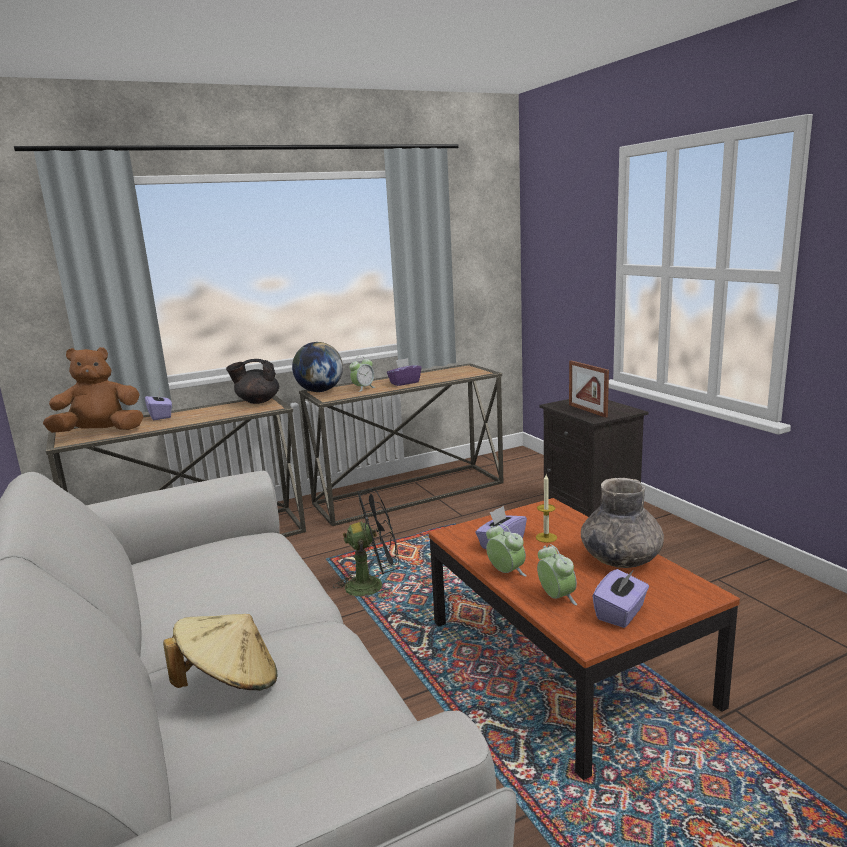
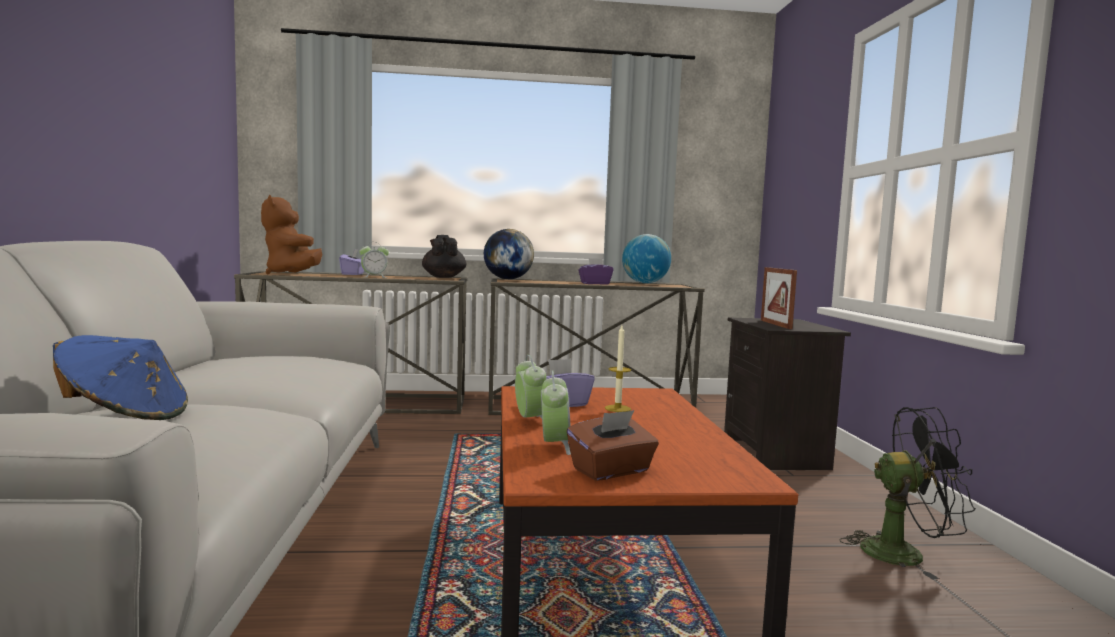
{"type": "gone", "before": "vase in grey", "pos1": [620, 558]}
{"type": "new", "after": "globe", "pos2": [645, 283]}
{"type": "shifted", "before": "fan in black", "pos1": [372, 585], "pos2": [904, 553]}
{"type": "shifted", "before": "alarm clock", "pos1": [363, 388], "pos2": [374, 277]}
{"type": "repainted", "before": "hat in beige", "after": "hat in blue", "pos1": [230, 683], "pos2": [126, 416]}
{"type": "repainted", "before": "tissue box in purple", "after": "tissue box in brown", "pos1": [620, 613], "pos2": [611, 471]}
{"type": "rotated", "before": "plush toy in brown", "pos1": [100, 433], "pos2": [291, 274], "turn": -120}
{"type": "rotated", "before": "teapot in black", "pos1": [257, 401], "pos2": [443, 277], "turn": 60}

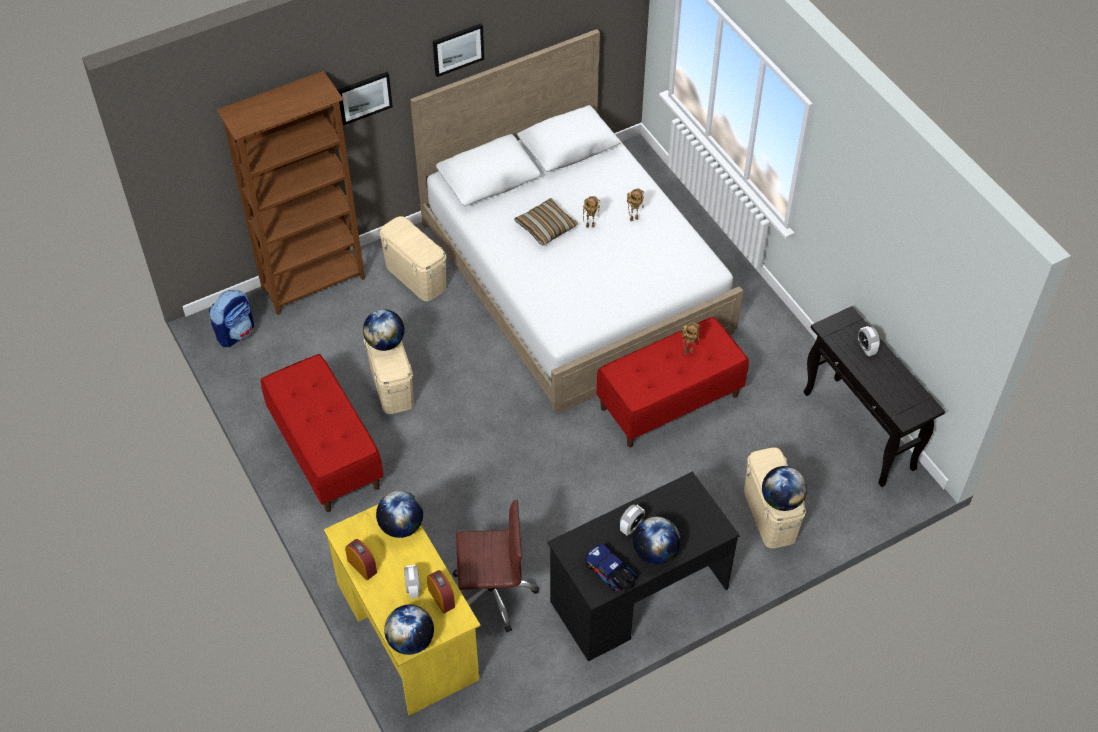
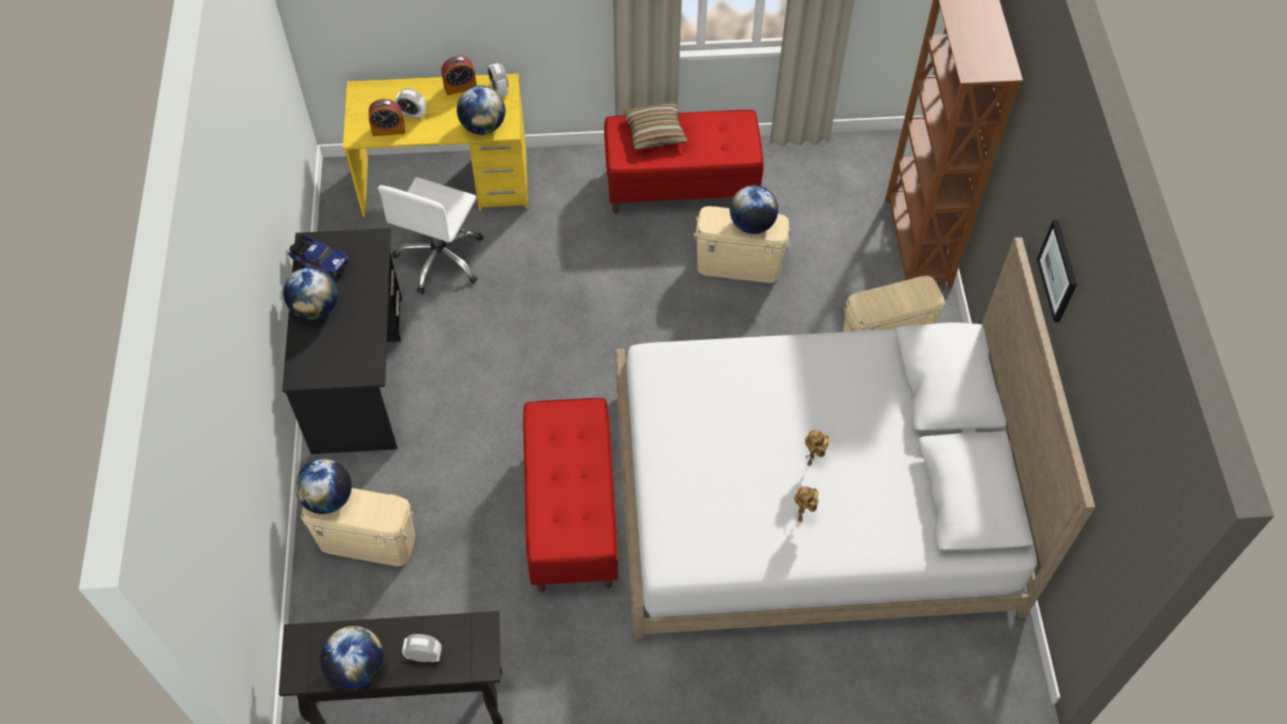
{"type": "gone", "before": "backpack", "pos1": [236, 332]}
{"type": "gone", "before": "picture", "pos1": [364, 97]}
{"type": "gone", "before": "toy robot", "pos1": [689, 351]}
{"type": "shifted", "before": "globe", "pos1": [411, 641], "pos2": [357, 668]}
{"type": "shifted", "before": "pillow", "pos1": [546, 227], "pos2": [655, 132]}
{"type": "shifted", "before": "alarm clock", "pos1": [631, 527], "pos2": [499, 89]}
{"type": "repainted", "before": "office chair in brown", "after": "office chair in white", "pos1": [492, 593], "pos2": [441, 258]}
{"type": "rotated", "before": "toy truck", "pos1": [610, 574], "pos2": [319, 262], "turn": 45}

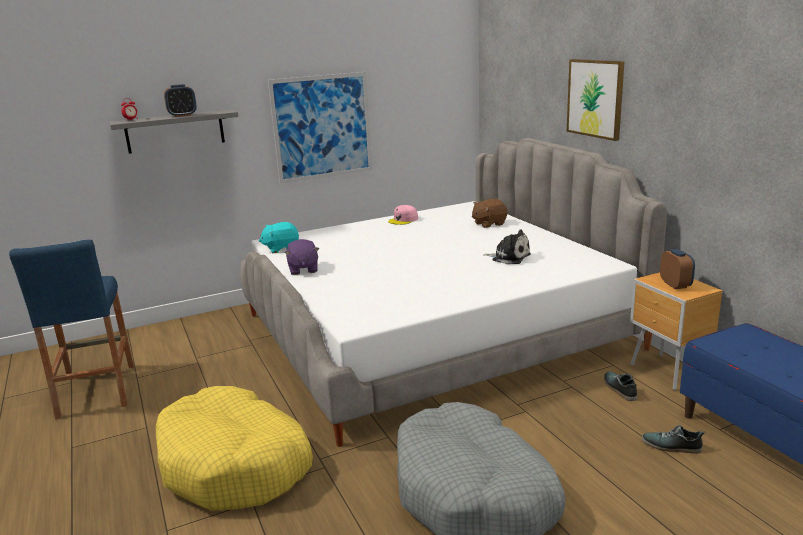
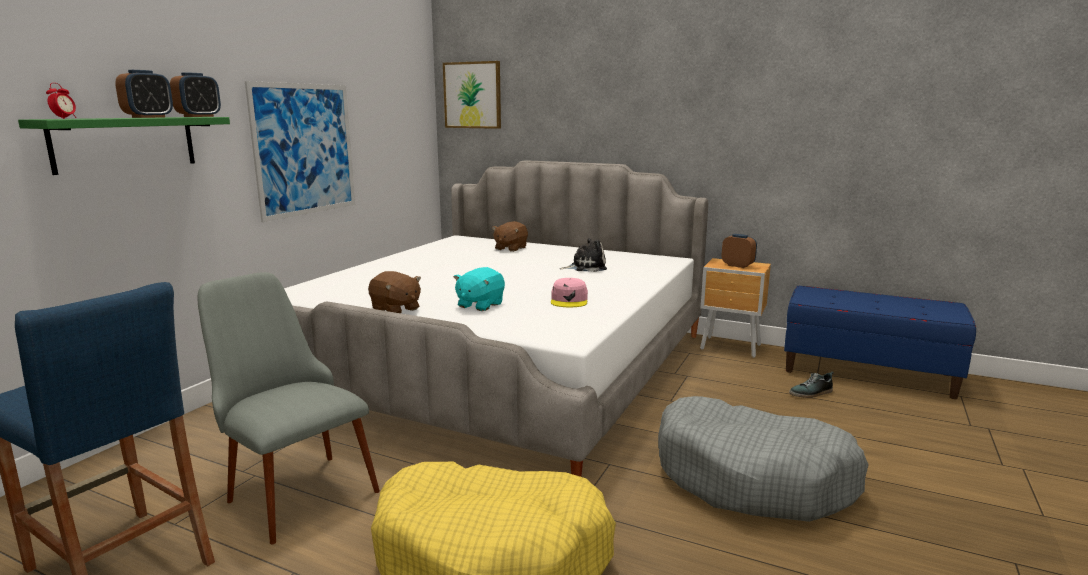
{"type": "gone", "before": "shoe", "pos1": [619, 388]}
{"type": "new", "after": "alarm clock", "pos2": [199, 116]}
{"type": "new", "after": "chair in grey", "pos2": [292, 487]}
{"type": "shifted", "before": "plush toy in turquoise", "pos1": [281, 248], "pos2": [479, 305]}
{"type": "shifted", "before": "cap in pink", "pos1": [403, 220], "pos2": [569, 300]}
{"type": "shifted", "before": "picture", "pos1": [595, 98], "pos2": [472, 95]}
{"type": "repainted", "before": "shelf in grey", "after": "shelf in green", "pos1": [175, 131], "pos2": [125, 143]}
{"type": "repainted", "before": "plush toy in purple", "after": "plush toy in brown", "pos1": [303, 269], "pos2": [395, 309]}

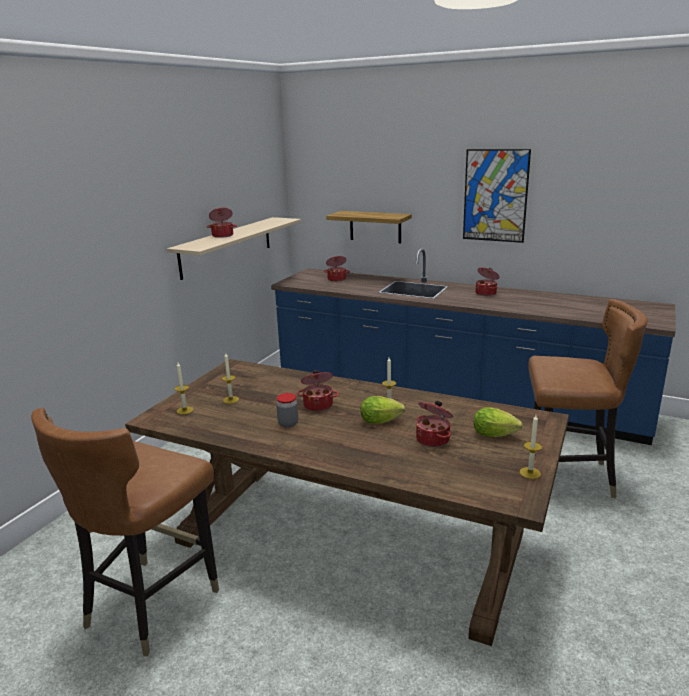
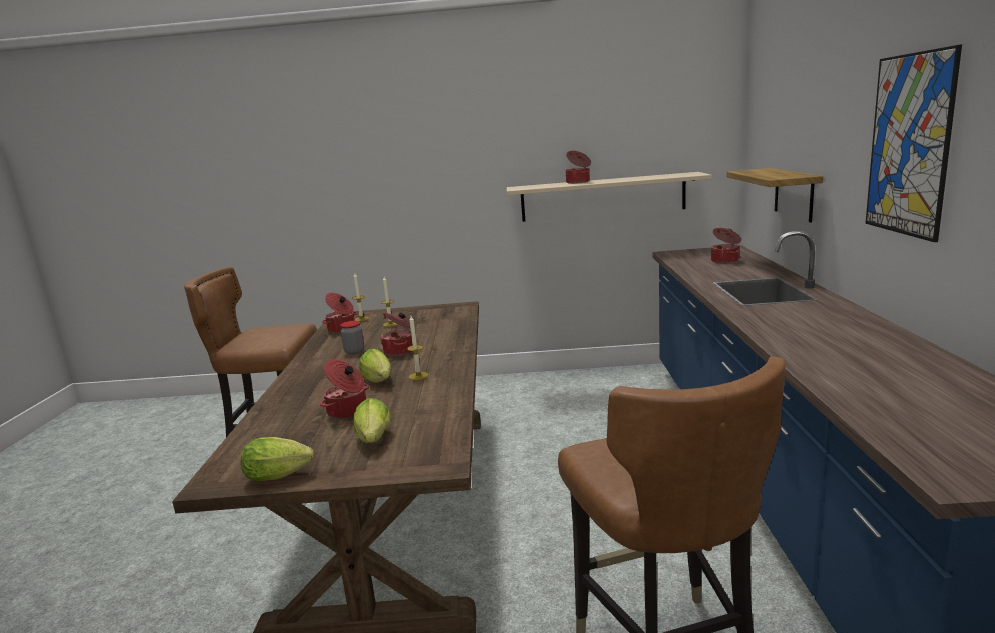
{"type": "shifted", "before": "cooking pot", "pos1": [486, 293], "pos2": [342, 329]}
{"type": "swapped", "before": "candle", "after": "lettuce", "pos1": [530, 473], "pos2": [282, 476]}

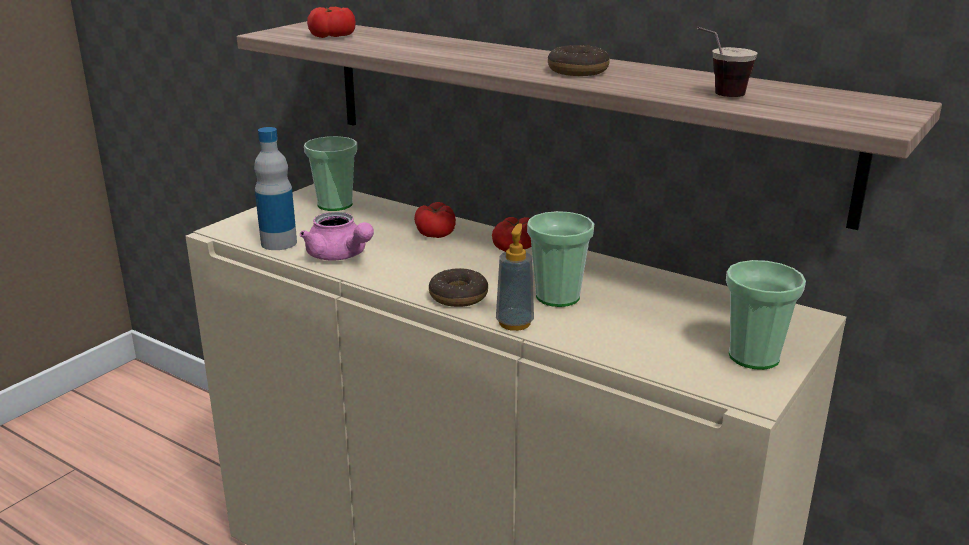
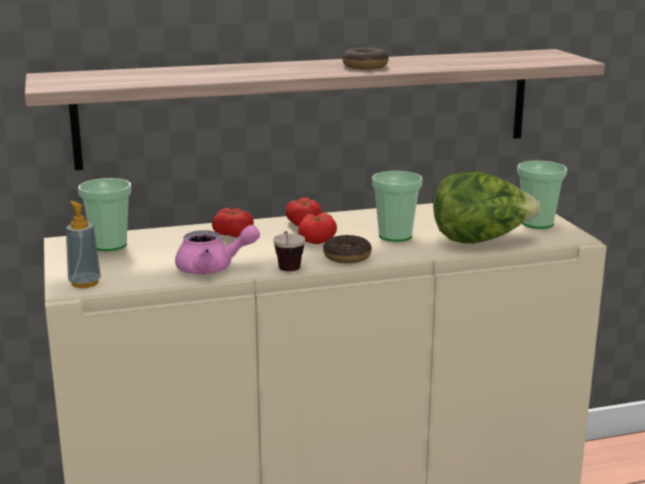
{"type": "gone", "before": "bottle", "pos1": [279, 243]}
{"type": "new", "after": "lettuce", "pos2": [480, 240]}
{"type": "shifted", "before": "tomato", "pos1": [332, 36], "pos2": [317, 240]}
{"type": "shifted", "before": "soap dispenser", "pos1": [514, 323], "pos2": [84, 283]}
{"type": "shifted", "before": "cup", "pos1": [717, 97], "pos2": [288, 273]}

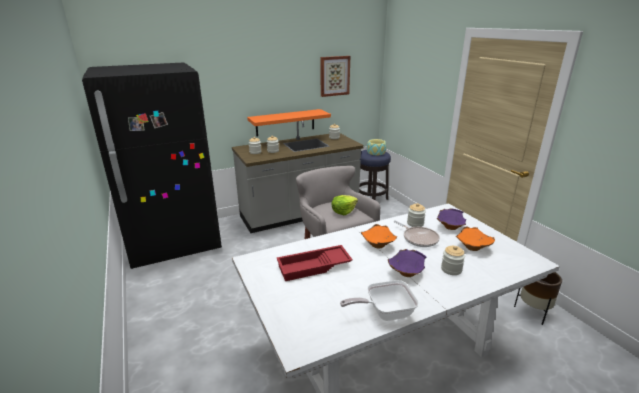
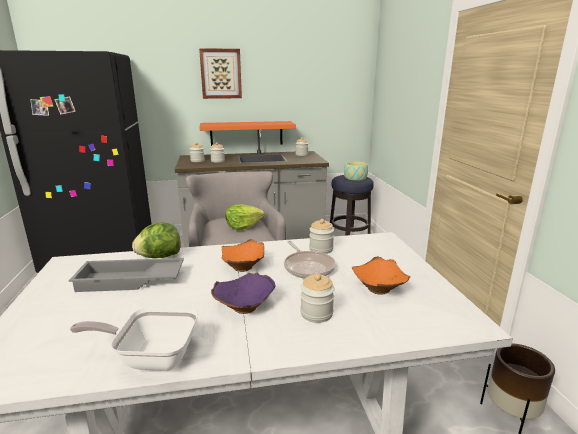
{"type": "gone", "before": "bowl in purple", "pos1": [449, 227]}
{"type": "new", "after": "lettuce", "pos2": [159, 257]}
{"type": "shifted", "before": "picture", "pos1": [334, 76], "pos2": [221, 74]}
{"type": "repainted", "before": "tray in red", "after": "tray in grey", "pos1": [314, 267], "pos2": [129, 281]}

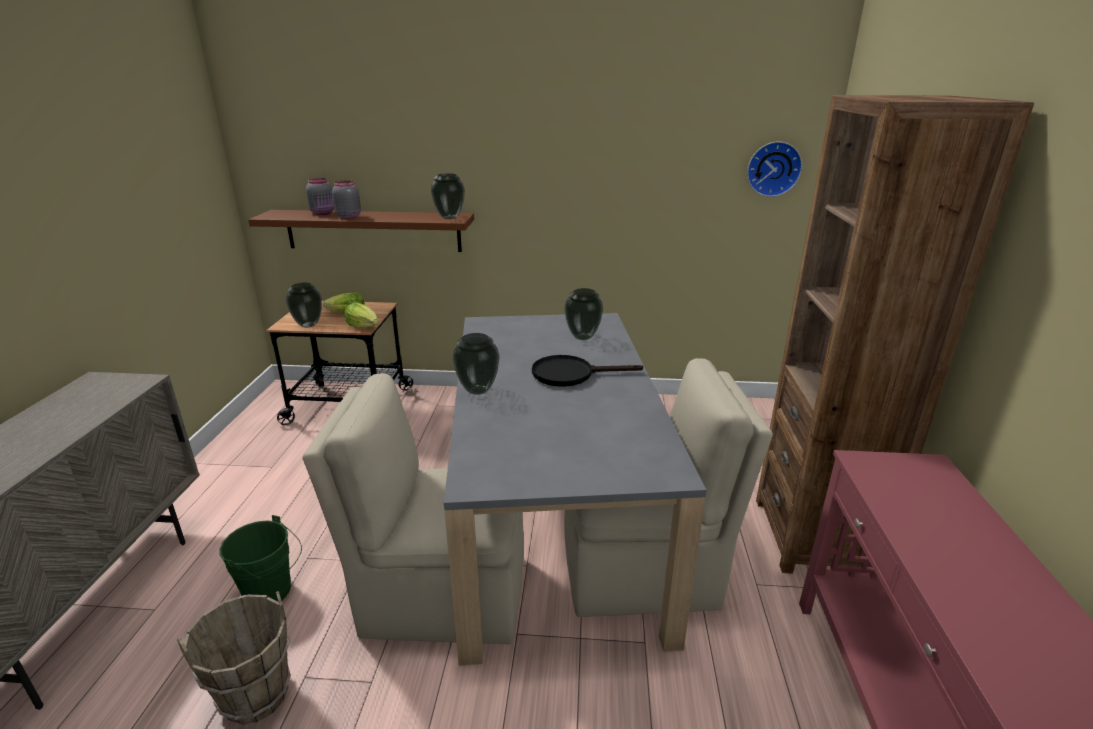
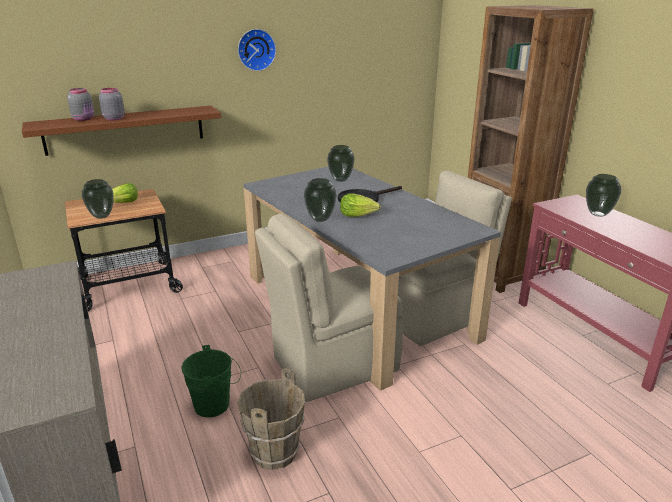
{"type": "shifted", "before": "lettuce", "pos1": [364, 327], "pos2": [358, 215]}
{"type": "shifted", "before": "vase", "pos1": [449, 218], "pos2": [598, 214]}
{"type": "shifted", "before": "wall clock", "pos1": [773, 169], "pos2": [256, 49]}

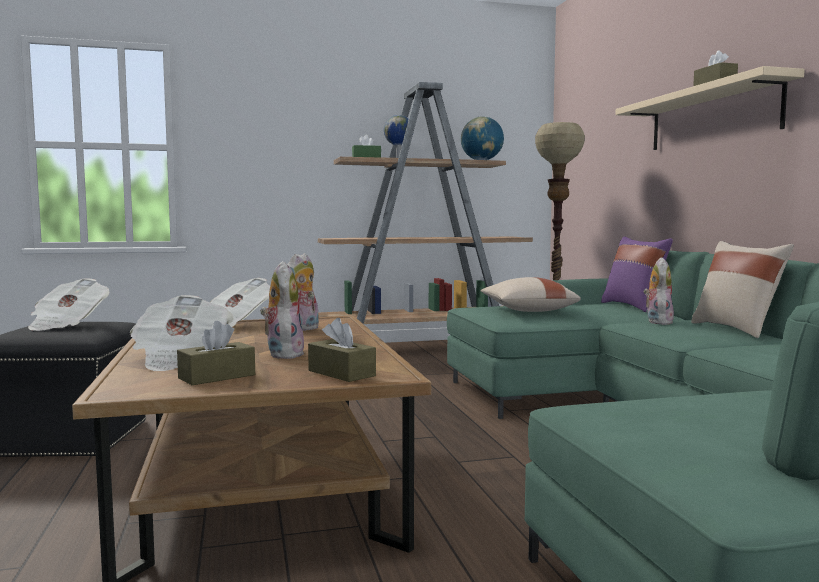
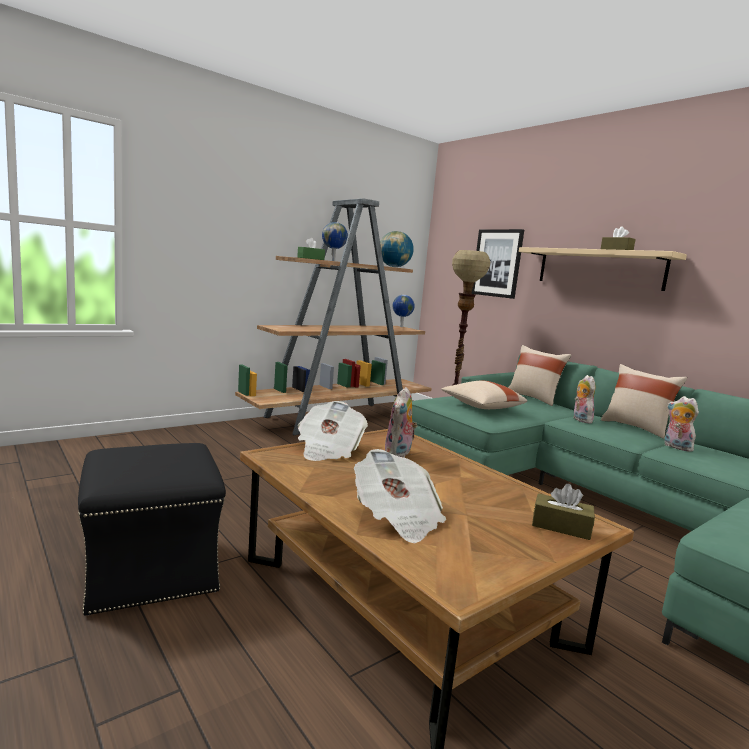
{"type": "gone", "before": "newspaper", "pos1": [67, 324]}
{"type": "gone", "before": "tissue box in brown", "pos1": [217, 377]}
{"type": "new", "after": "globe", "pos2": [400, 327]}
{"type": "new", "after": "picture", "pos2": [497, 263]}
{"type": "shifted", "before": "plush toy", "pos1": [282, 354], "pos2": [676, 447]}
{"type": "repainted", "before": "pillow in purple", "after": "pillow in beige", "pos1": [634, 306], "pos2": [533, 398]}

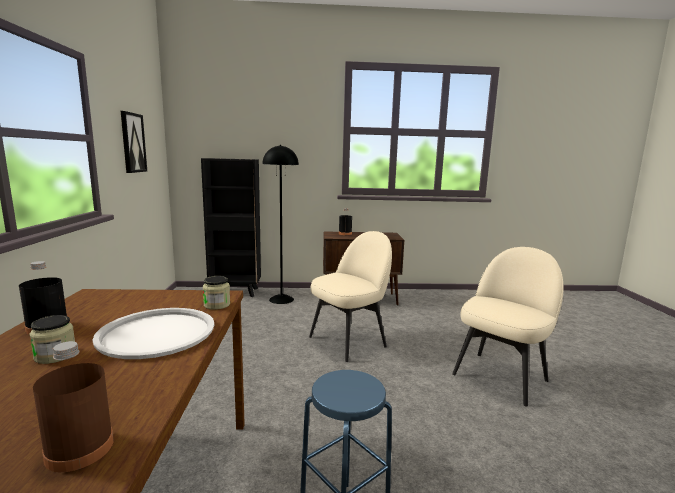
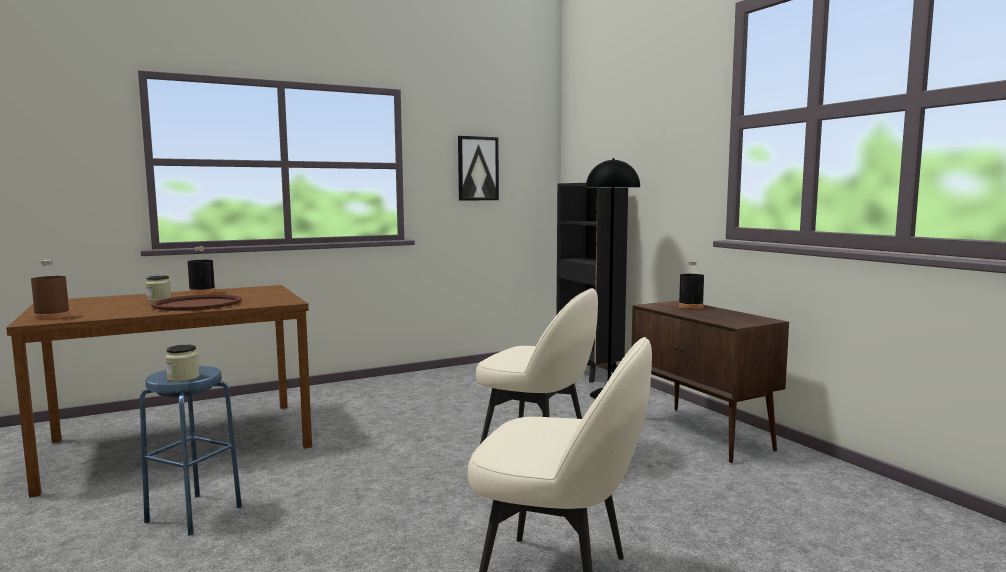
{"type": "shifted", "before": "jar", "pos1": [217, 305], "pos2": [183, 377]}
{"type": "repainted", "before": "tray in white", "after": "tray in brown", "pos1": [157, 333], "pos2": [197, 304]}

